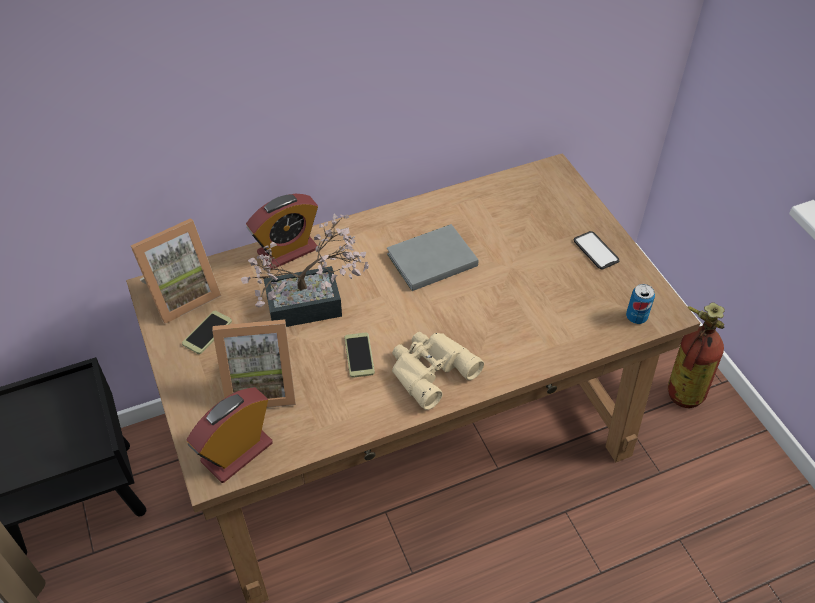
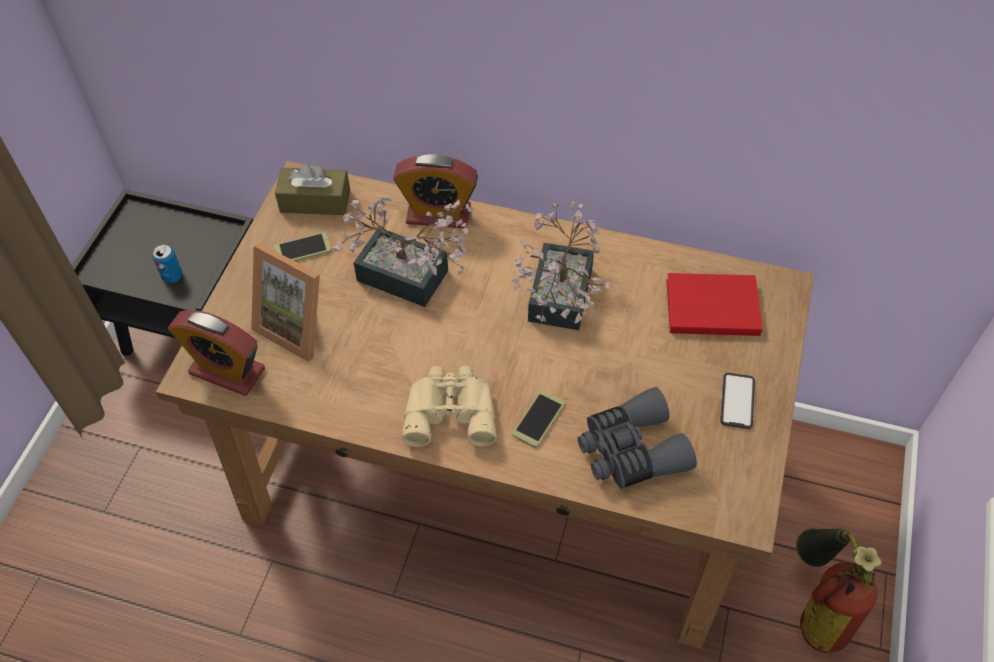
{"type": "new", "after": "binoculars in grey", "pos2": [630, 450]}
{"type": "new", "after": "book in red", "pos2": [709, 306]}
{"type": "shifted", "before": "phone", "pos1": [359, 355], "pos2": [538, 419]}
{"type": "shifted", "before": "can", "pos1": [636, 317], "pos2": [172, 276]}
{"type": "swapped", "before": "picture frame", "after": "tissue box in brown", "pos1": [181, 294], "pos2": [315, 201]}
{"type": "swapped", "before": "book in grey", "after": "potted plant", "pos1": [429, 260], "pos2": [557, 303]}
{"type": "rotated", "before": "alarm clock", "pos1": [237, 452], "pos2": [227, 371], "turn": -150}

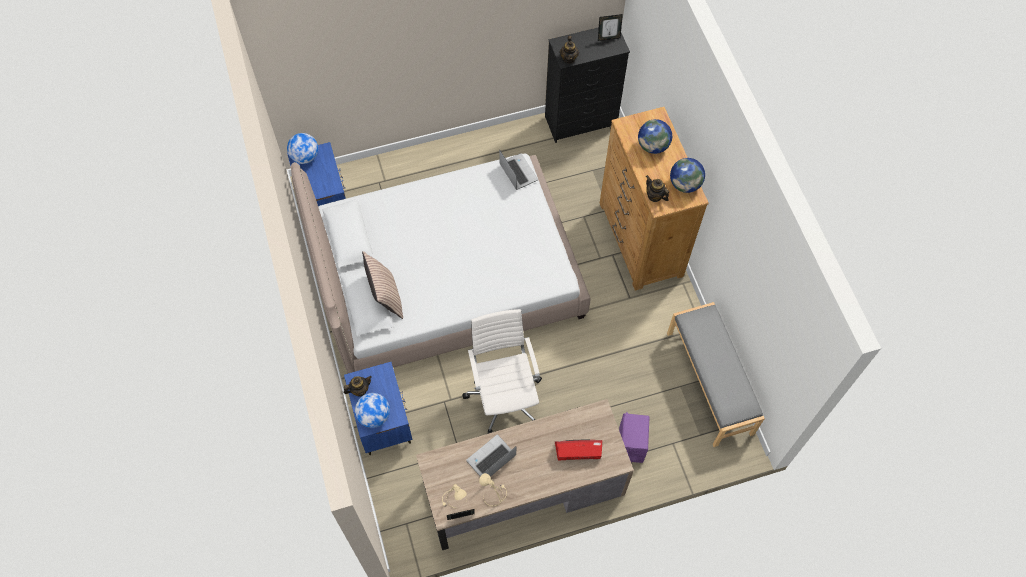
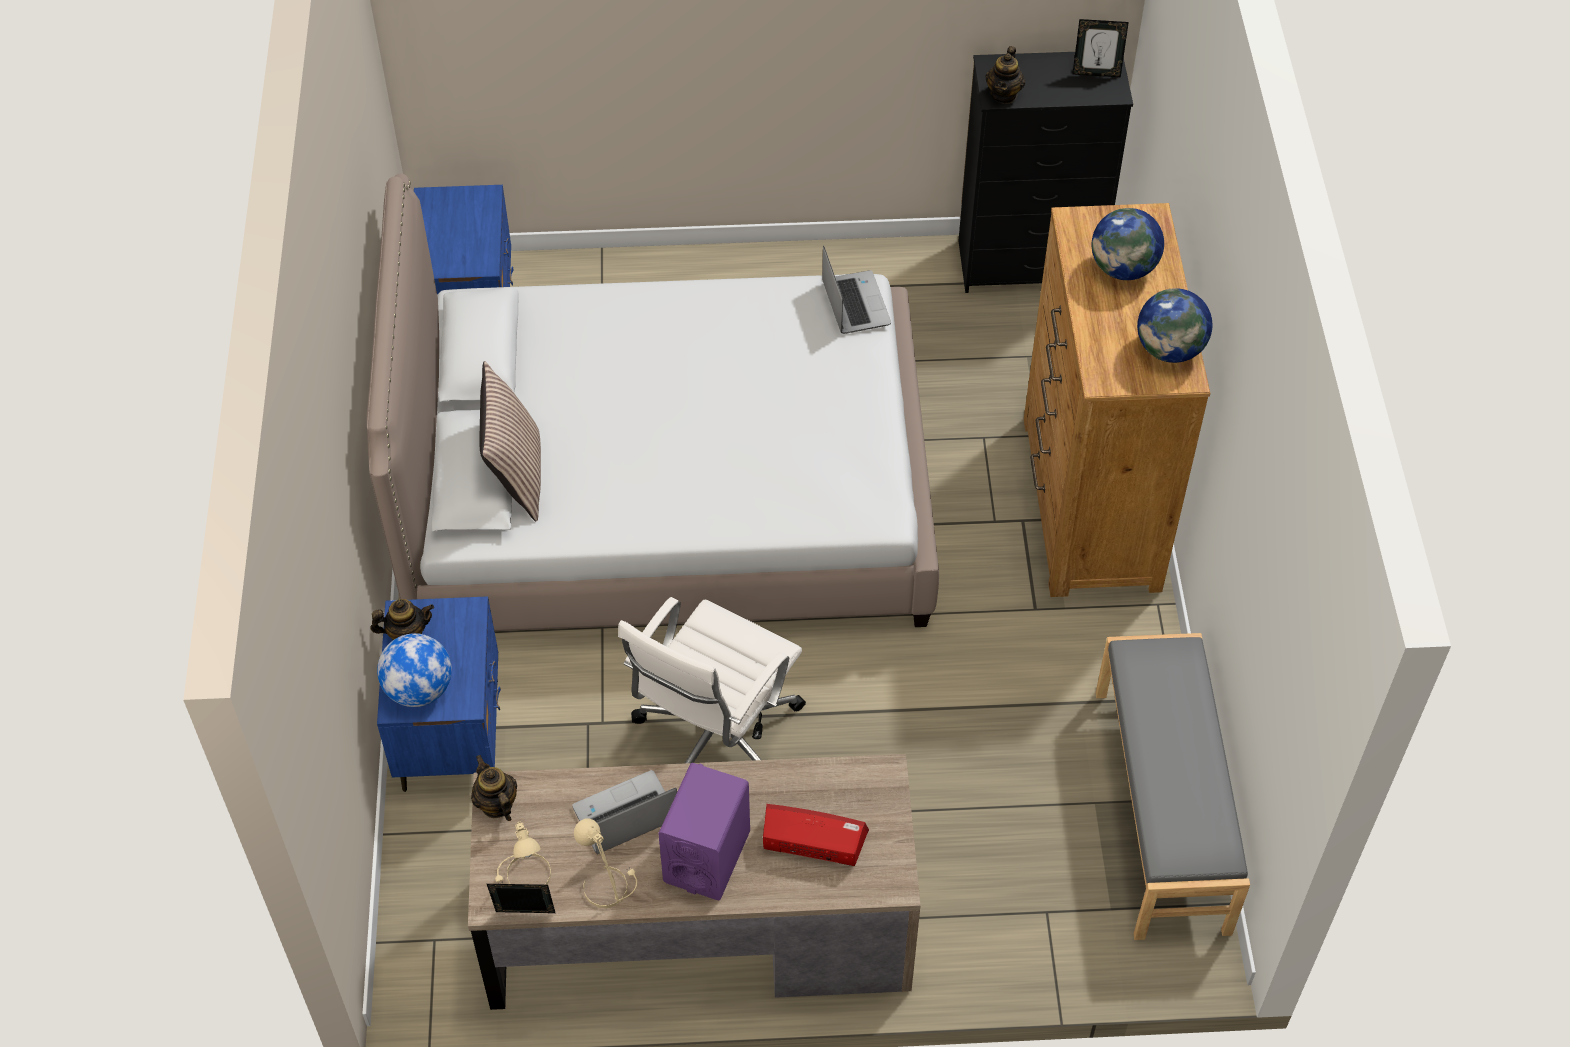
{"type": "gone", "before": "globe", "pos1": [305, 157]}
{"type": "shifted", "before": "speaker in purple", "pos1": [630, 445], "pos2": [707, 856]}
{"type": "shifted", "before": "teapot", "pos1": [654, 196], "pos2": [496, 804]}
{"type": "rotated", "before": "office chair in white", "pos1": [504, 396], "pos2": [715, 740], "turn": -150}

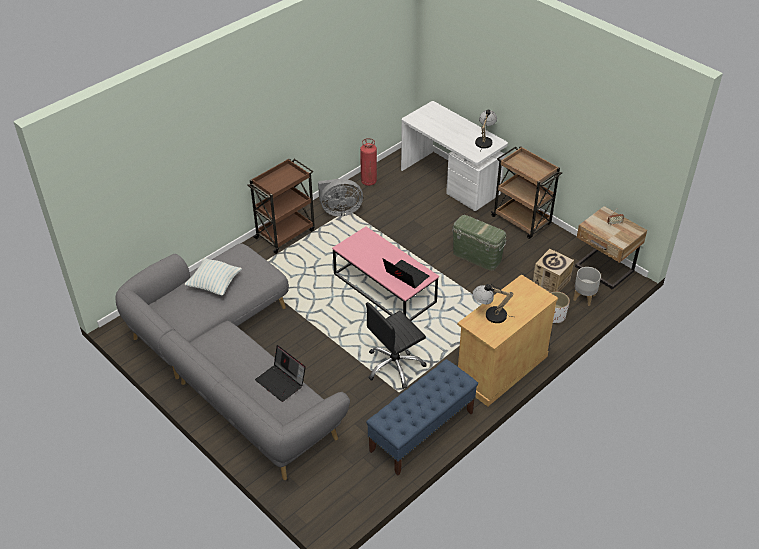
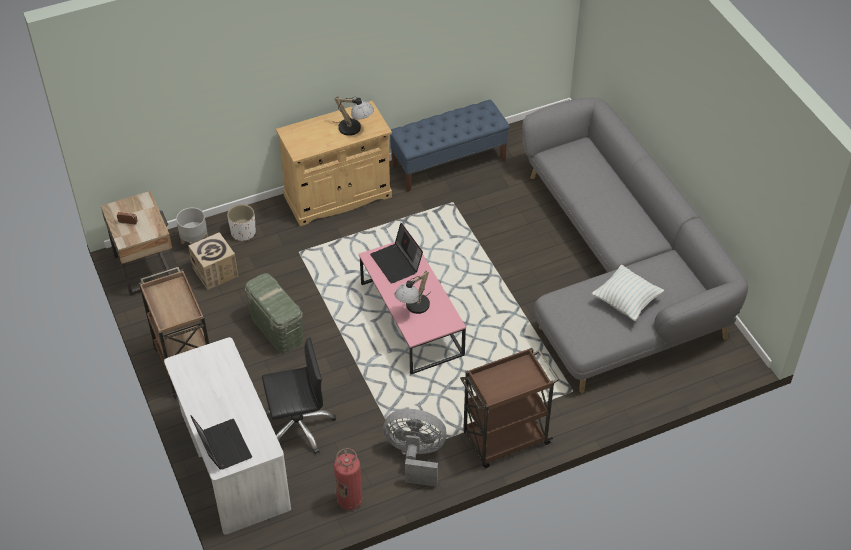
{"type": "shifted", "before": "laptop", "pos1": [281, 382], "pos2": [222, 446]}
{"type": "shifted", "before": "office chair in black", "pos1": [394, 366], "pos2": [298, 426]}
{"type": "shifted", "before": "table lamp", "pos1": [484, 140], "pos2": [413, 309]}

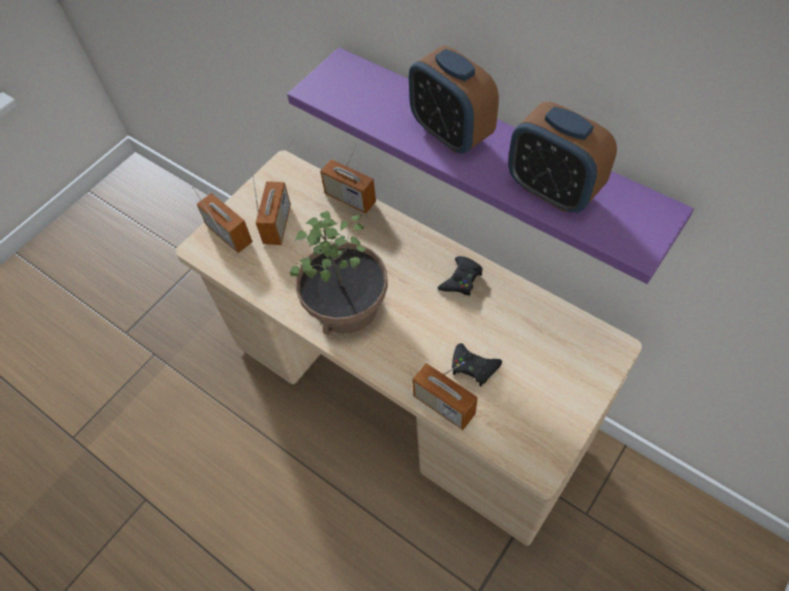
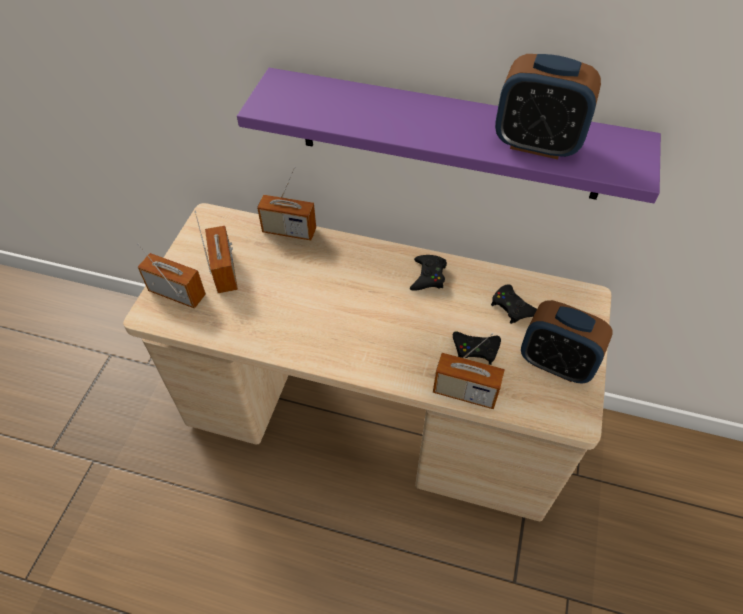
{"type": "gone", "before": "potted plant", "pos1": [347, 307]}
{"type": "new", "after": "game controller in black", "pos2": [512, 307]}
{"type": "shifted", "before": "alarm clock", "pos1": [451, 133], "pos2": [555, 363]}

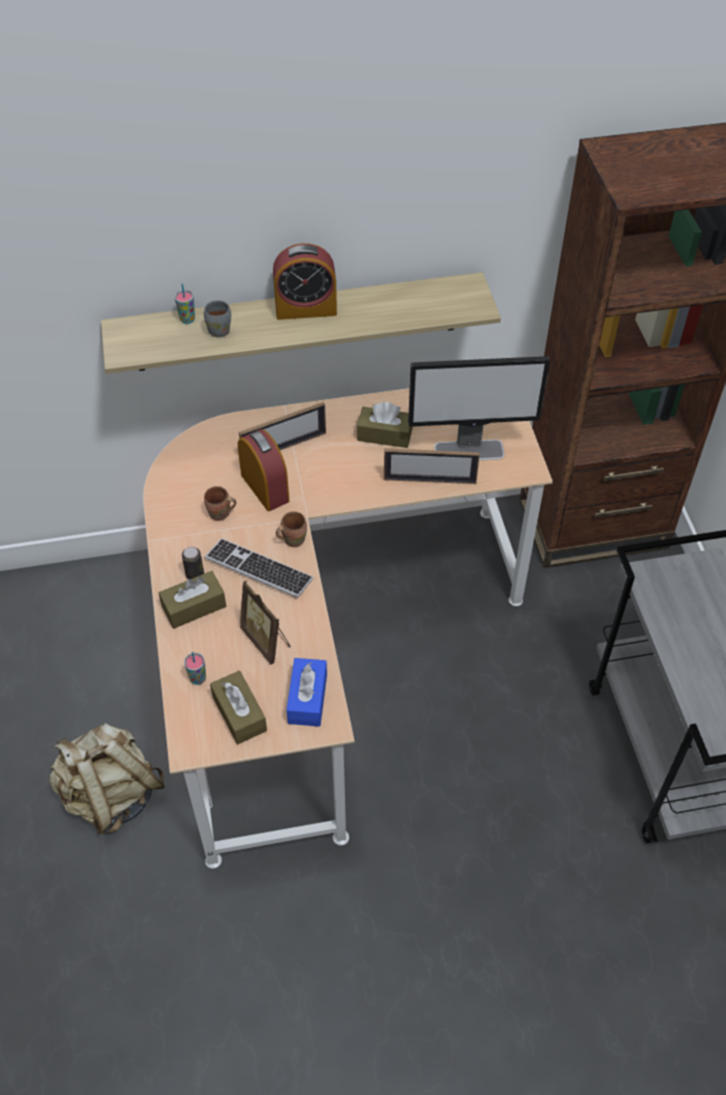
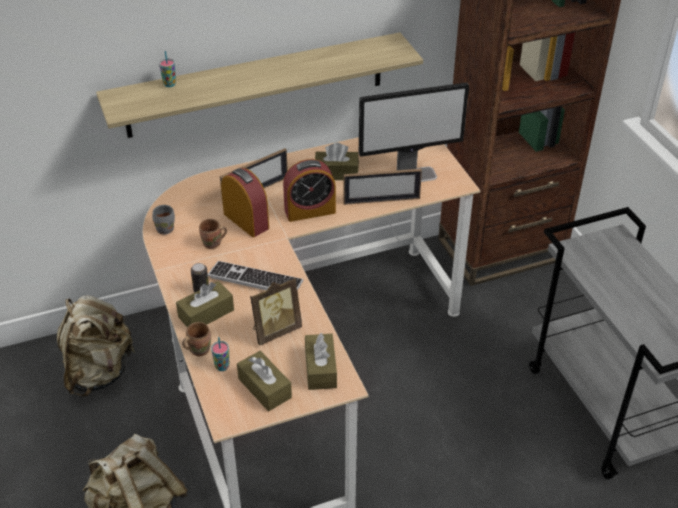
{"type": "new", "after": "backpack in beige", "pos2": [99, 372]}
{"type": "shifted", "before": "mug in grey", "pos1": [220, 330], "pos2": [166, 228]}
{"type": "shifted", "before": "alarm clock", "pos1": [306, 309], "pos2": [310, 211]}
{"type": "shifted", "before": "mug in brown", "pos1": [292, 539], "pos2": [198, 349]}
{"type": "repainted", "before": "tissue box in blue", "after": "tissue box in brown", "pos1": [307, 698], "pos2": [320, 369]}
{"type": "rotated", "before": "picture frame", "pos1": [267, 640], "pos2": [275, 331], "turn": -75}

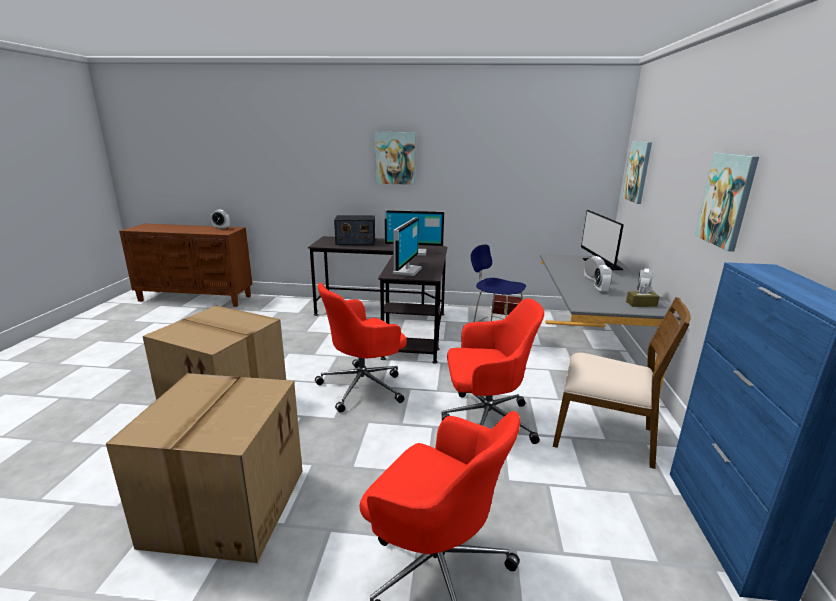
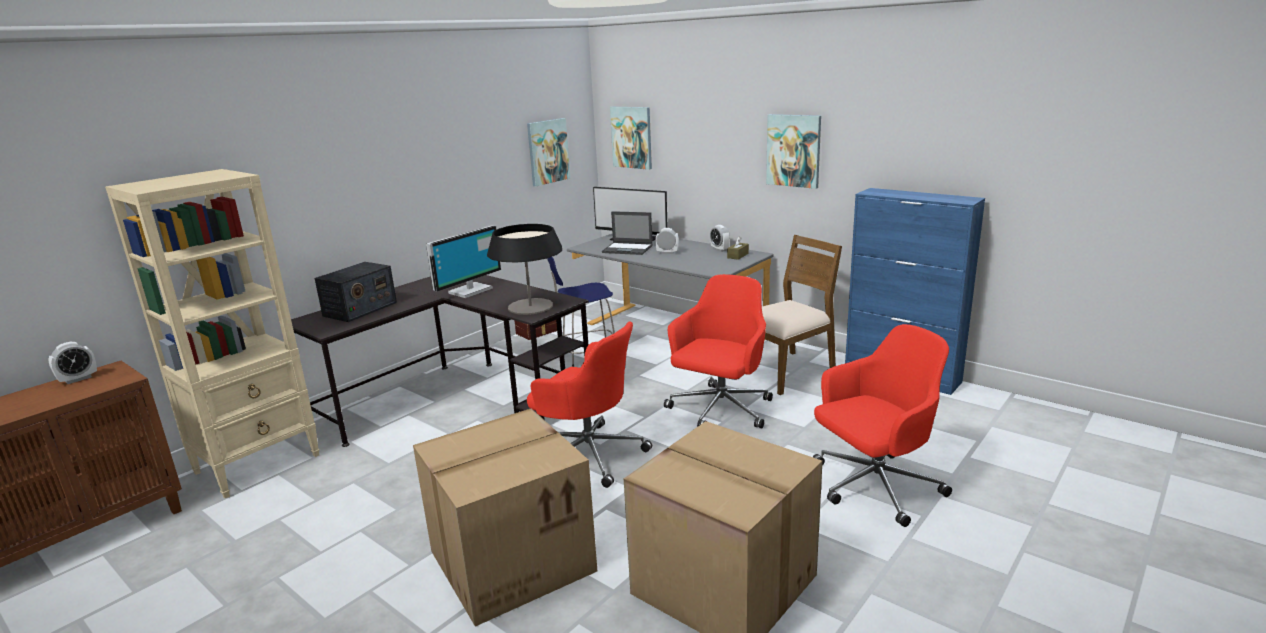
{"type": "gone", "before": "alarm clock", "pos1": [600, 290]}
{"type": "new", "after": "bookcase in beige", "pos2": [259, 463]}
{"type": "new", "after": "laptop", "pos2": [628, 249]}
{"type": "shifted", "before": "picture", "pos1": [395, 158], "pos2": [548, 151]}
{"type": "swapped", "before": "monitor", "after": "table lamp", "pos1": [406, 270], "pos2": [530, 306]}
{"type": "rotated", "before": "office chair in red", "pos1": [364, 386], "pos2": [589, 455], "turn": -60}

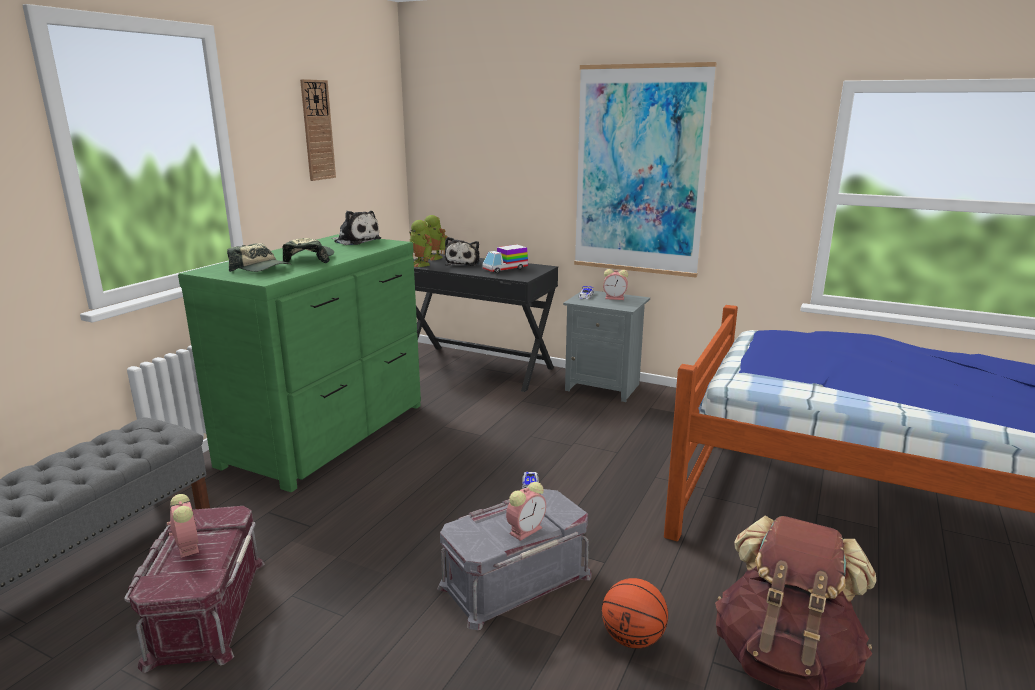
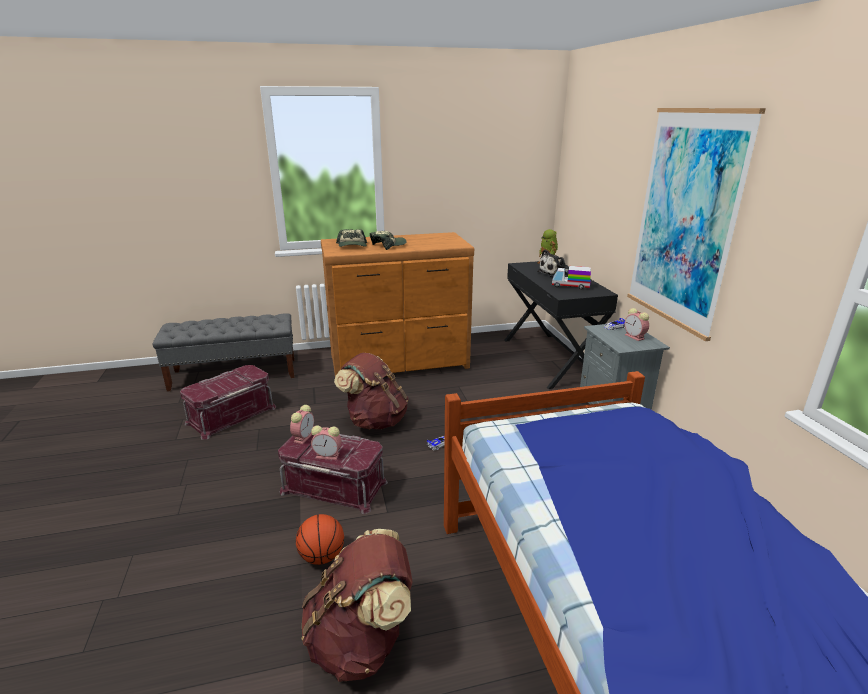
{"type": "gone", "before": "wall clock", "pos1": [317, 130]}
{"type": "gone", "before": "plush toy", "pos1": [356, 241]}
{"type": "gone", "before": "toy robot", "pos1": [421, 264]}
{"type": "new", "after": "backpack in brown", "pos2": [375, 420]}
{"type": "shifted", "before": "alarm clock", "pos1": [187, 545], "pos2": [303, 437]}
{"type": "repainted", "before": "dresser in green", "after": "dresser in brown", "pos1": [329, 434], "pos2": [400, 362]}
{"type": "repainted", "before": "storage box in grey", "after": "storage box in red", "pos1": [514, 579], "pos2": [335, 486]}

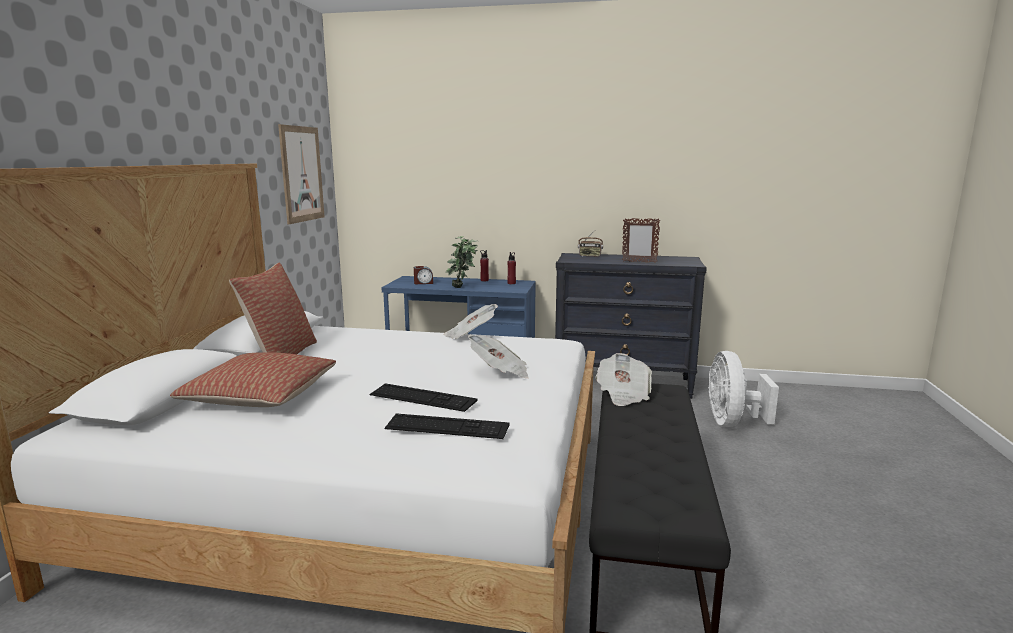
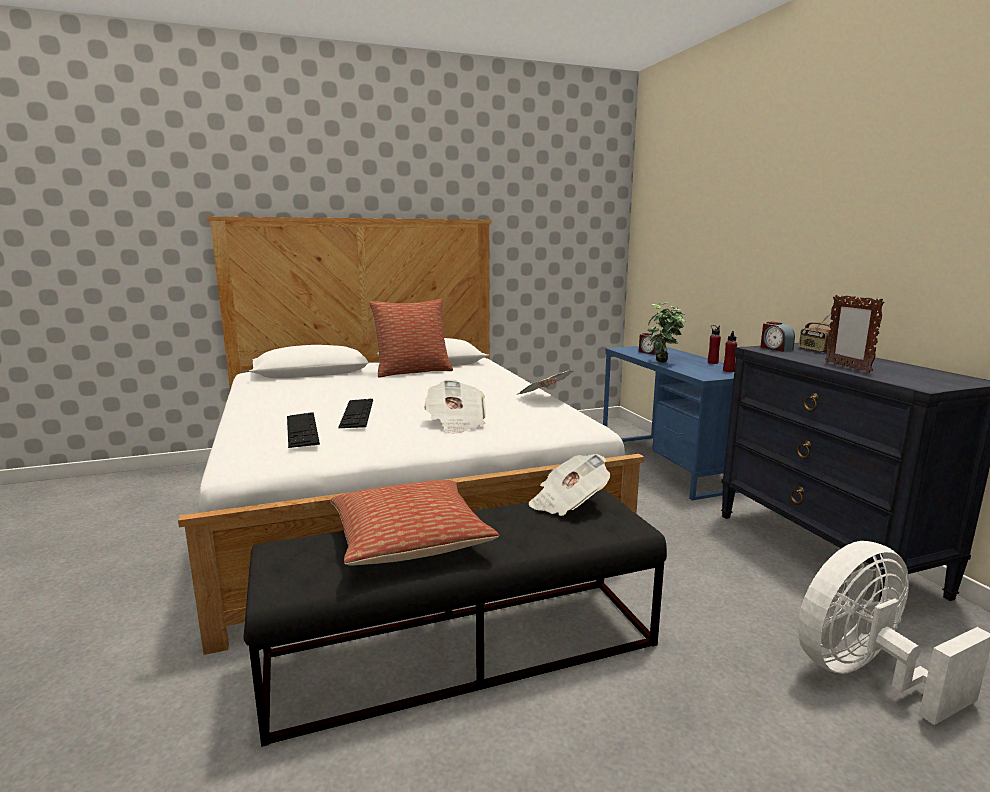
{"type": "gone", "before": "picture", "pos1": [302, 174]}
{"type": "new", "after": "alarm clock", "pos2": [775, 348]}
{"type": "shifted", "before": "pillow", "pos1": [261, 397], "pos2": [409, 540]}

